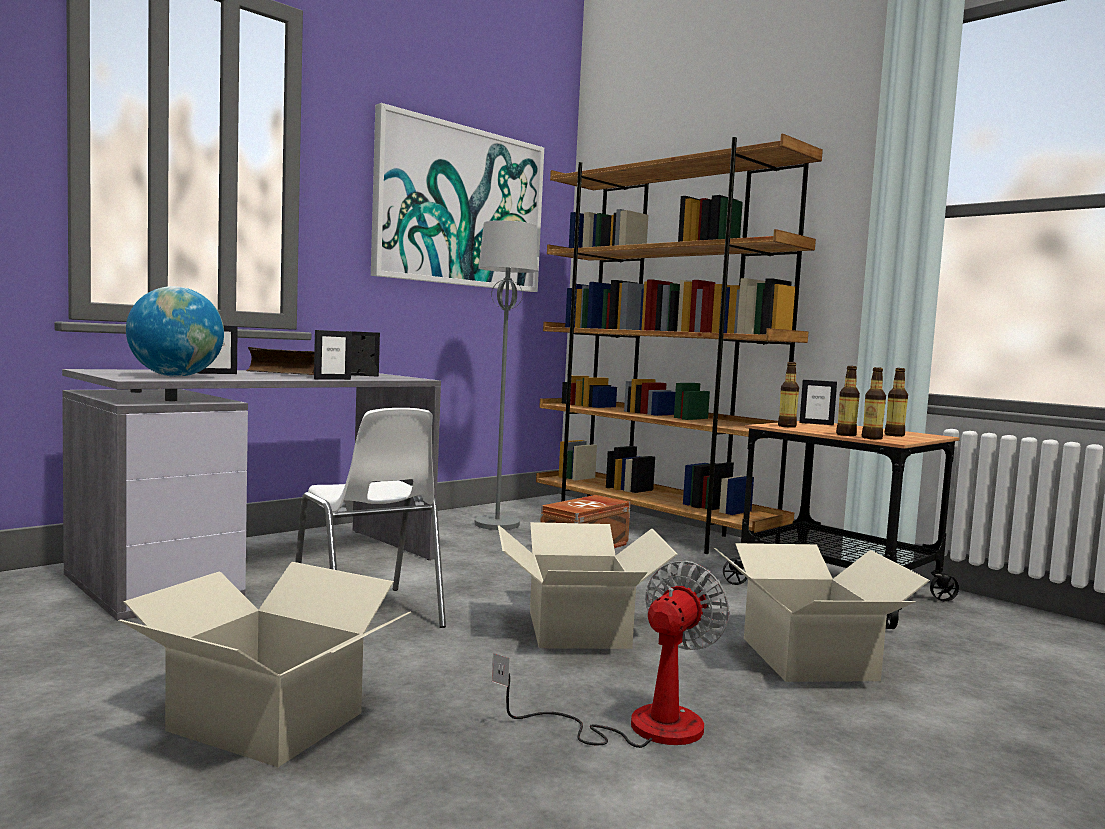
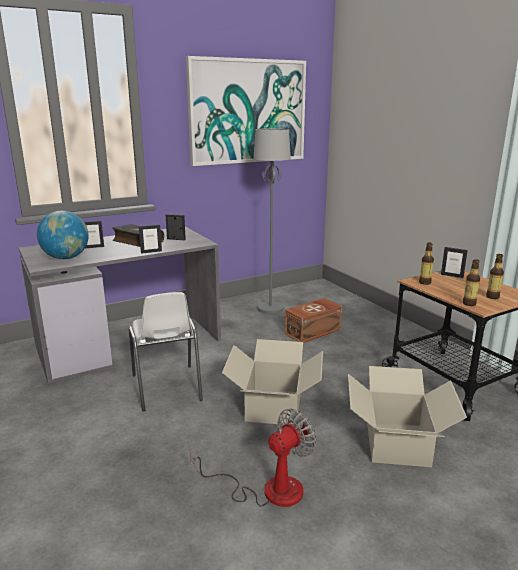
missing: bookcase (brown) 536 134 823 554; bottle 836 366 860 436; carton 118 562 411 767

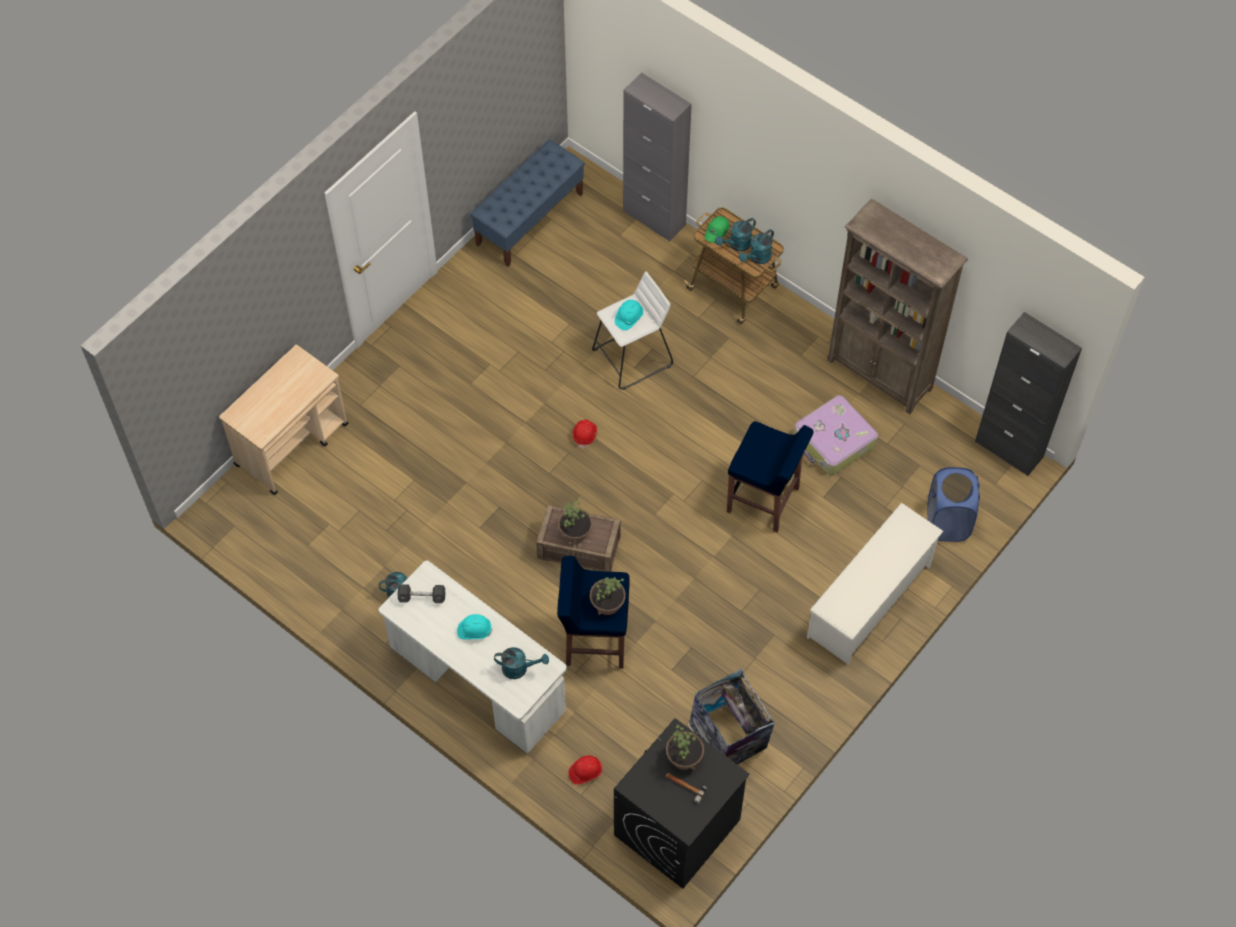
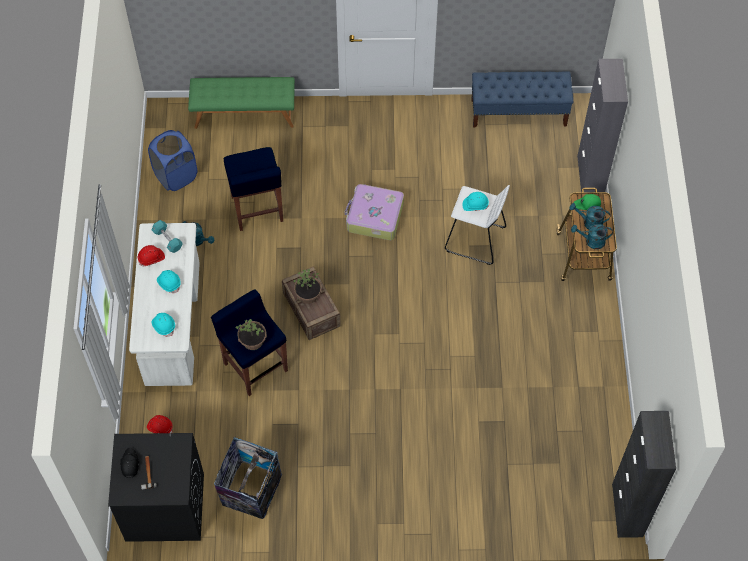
missing: bookcase (brown) 827 199 968 414; shoe rack (whitish) 807 503 944 665; houseplant 666 725 704 770
appeared: peaked cap (black) 120 448 139 478
relocated: travel case 794 395 878 475 to 345 184 404 240; hard hat (red-coloured) 572 419 597 449 to 138 245 165 266; sitting stool (bluish) 727 421 814 532 to 224 147 283 231; washing basket (bluish) 927 467 980 542 to 148 130 197 191
exchanged: wheeled cart (sand-coloured) 219 344 349 495 to long seat (green-coloured) 188 77 295 129; watering can (blue-green) 494 647 549 679 to hard hat (blue-green) 152 313 175 337
colour: hand weight (black) 398 584 445 603 to hand weight (blue-green) 152 220 183 253

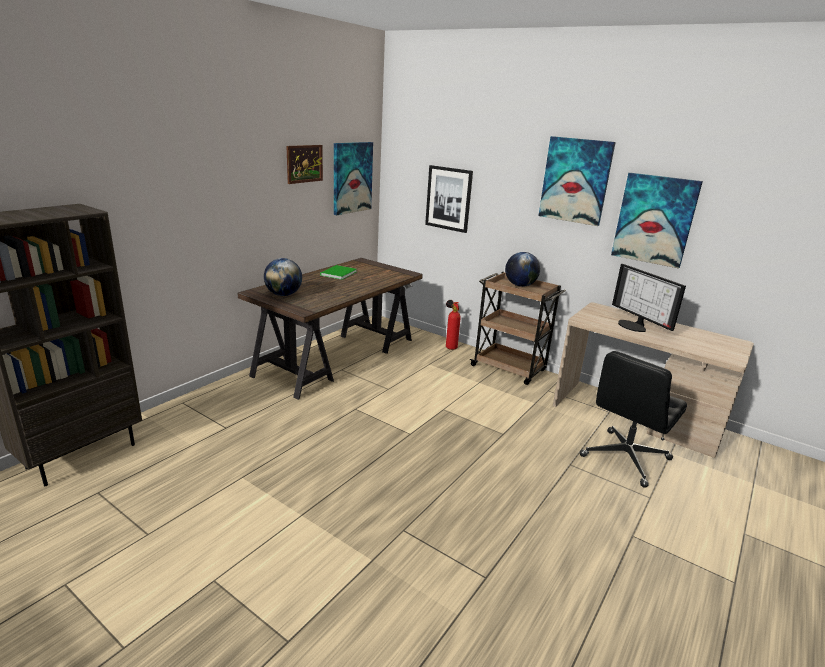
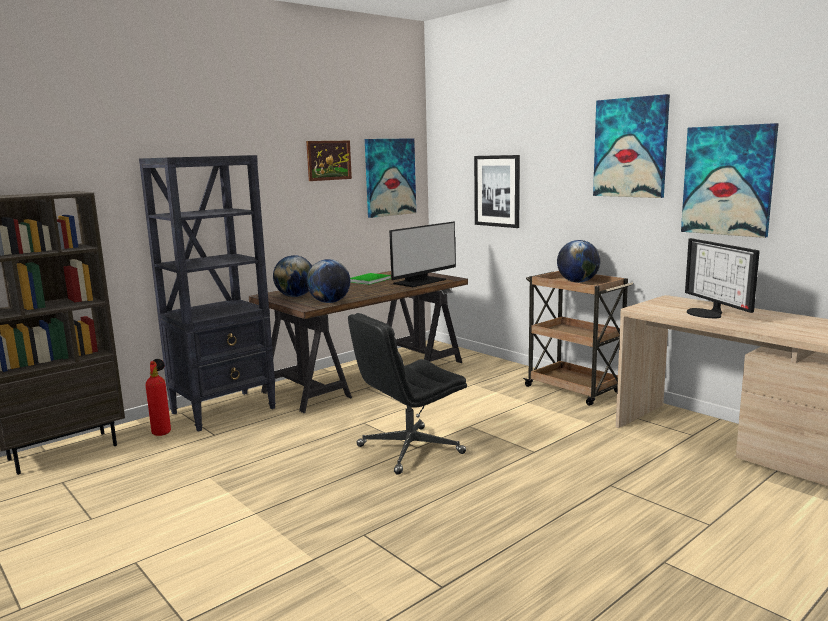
appeared: bookcase (black) 139 155 276 432; computer display 389 222 456 287; desk globe 306 259 350 303
relocated: fire-fighting cylinder 446 300 461 350 to 146 359 171 436; desk chair (black) 580 351 687 488 to 348 313 467 475

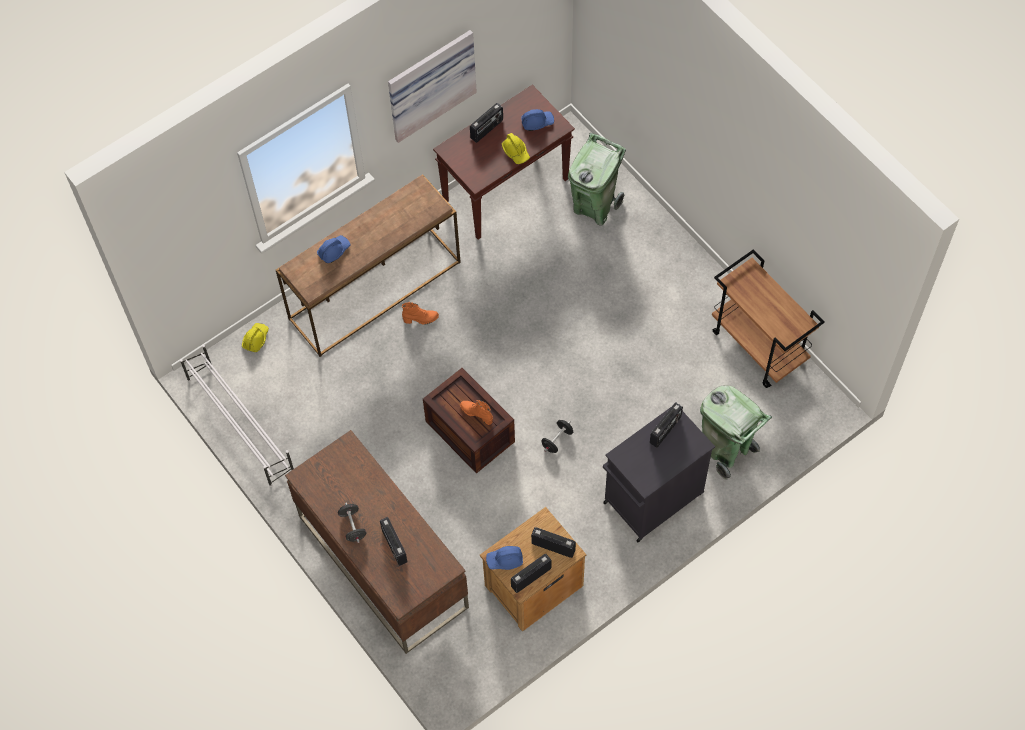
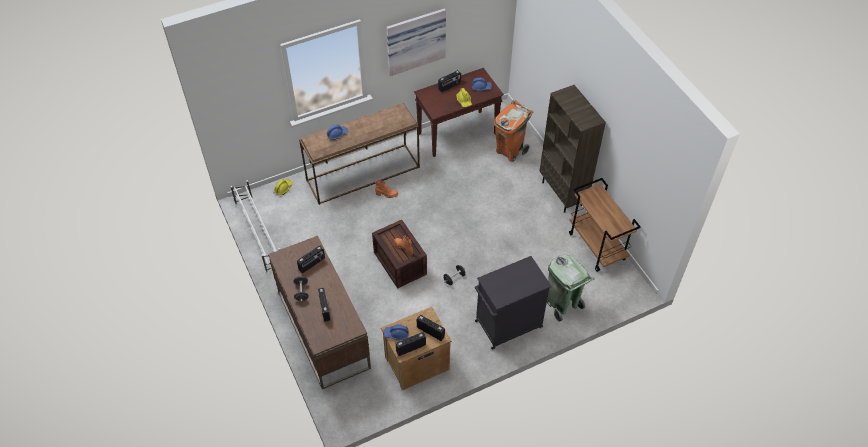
appeared: bookcase (brown) 540 85 606 213
relocated: radio receiver 650 402 683 448 to 297 245 325 273
colour: rubbish bin (green-coloured) 568 133 626 226 to rubbish bin (orange-coloured) 494 100 533 162

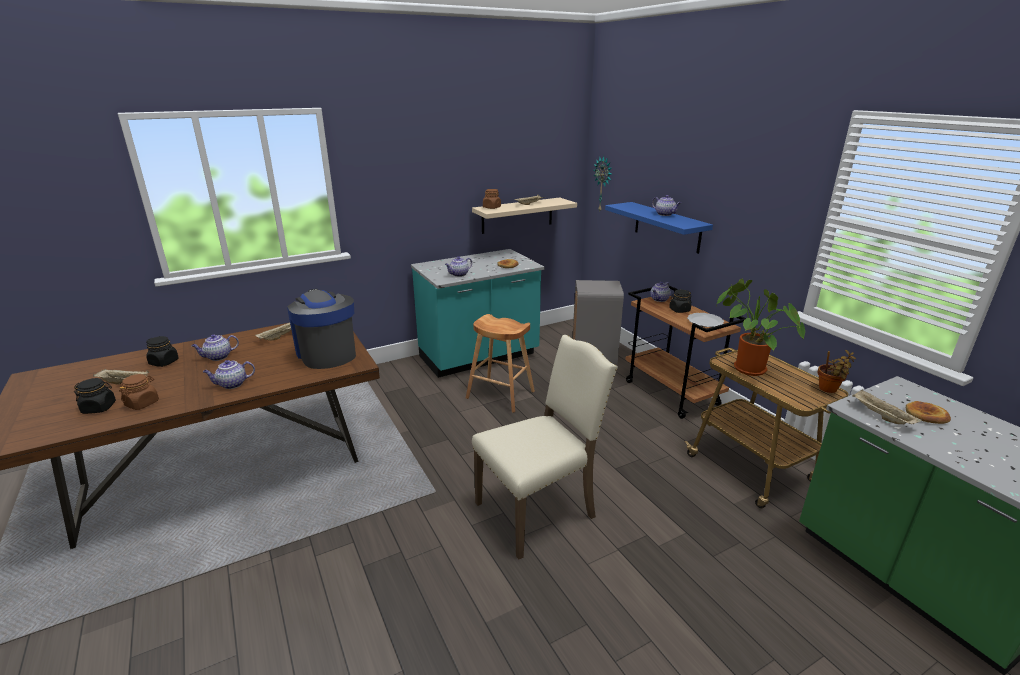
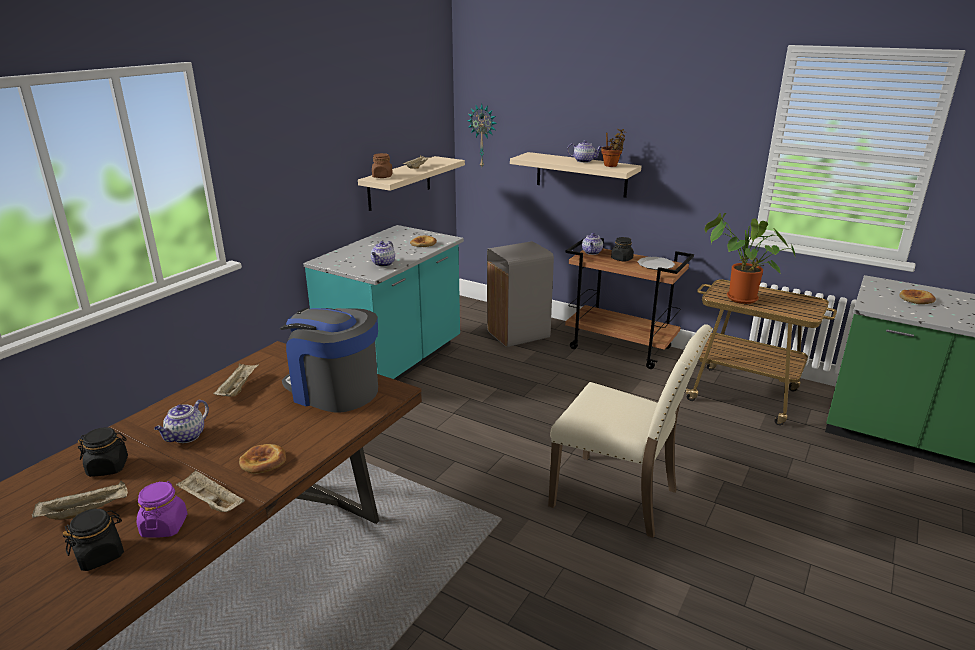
missing: sitting stool (brown) 466 314 535 413
relocated: houseplant 818 350 856 393 to 601 129 627 167; serving tray (sand-coloured) 852 389 922 424 to 176 470 245 512
exchanged: teapot 203 360 255 389 to bakery bread 239 444 286 474
colour: bracket shelf (bluish) 605 202 713 254 to bracket shelf (sand-coloured) 510 152 641 198; storage jar (brown) 119 374 159 410 to storage jar (purplish) 137 481 188 538
spun: chair (sand-coloured) 472 335 618 559 = 548 324 713 538 90 degrees clockwise

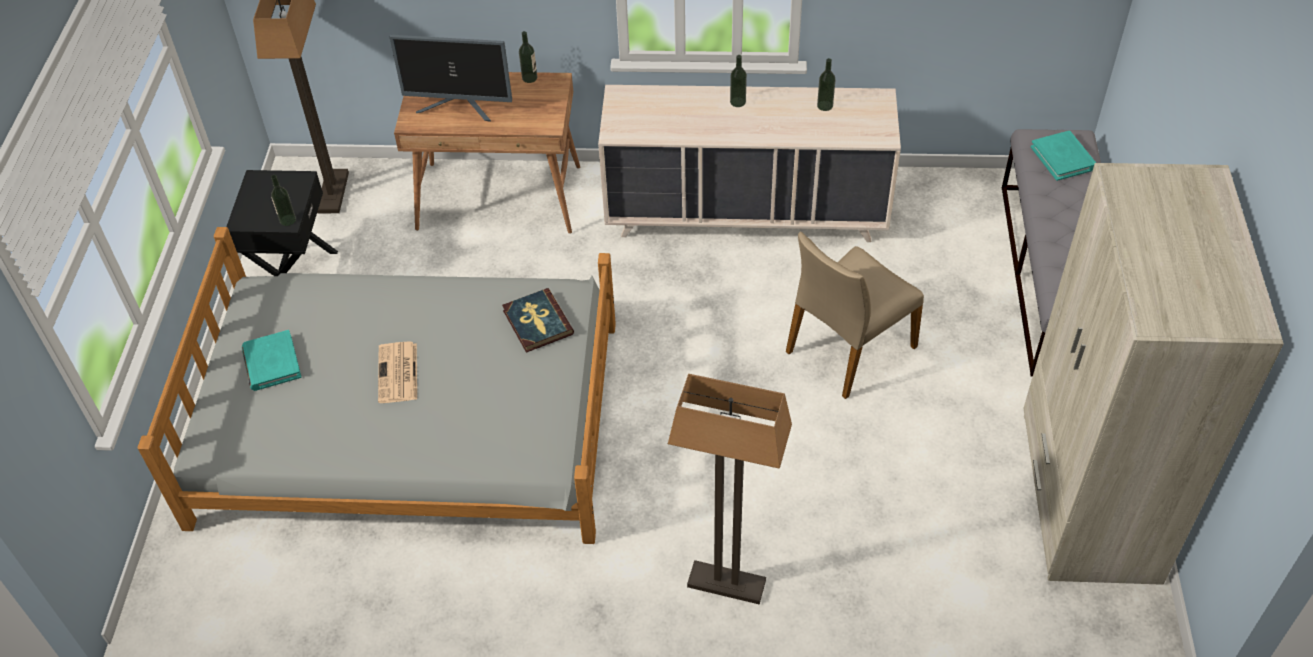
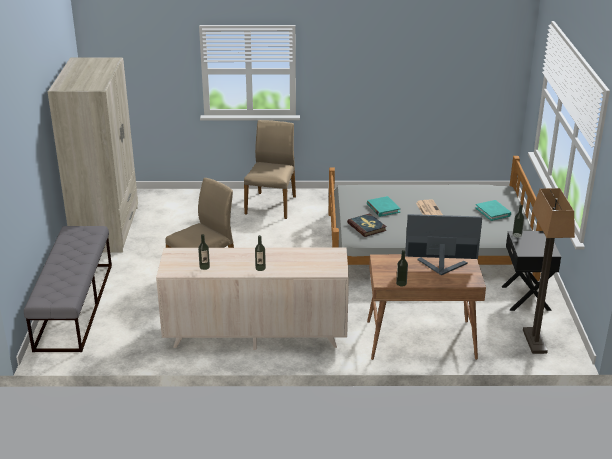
relocated: bound book (blue-green) 1031 131 1096 181 to 367 196 400 217
exchanged: standing lamp 668 374 792 604 to chair (sand-coloured) 244 120 296 219

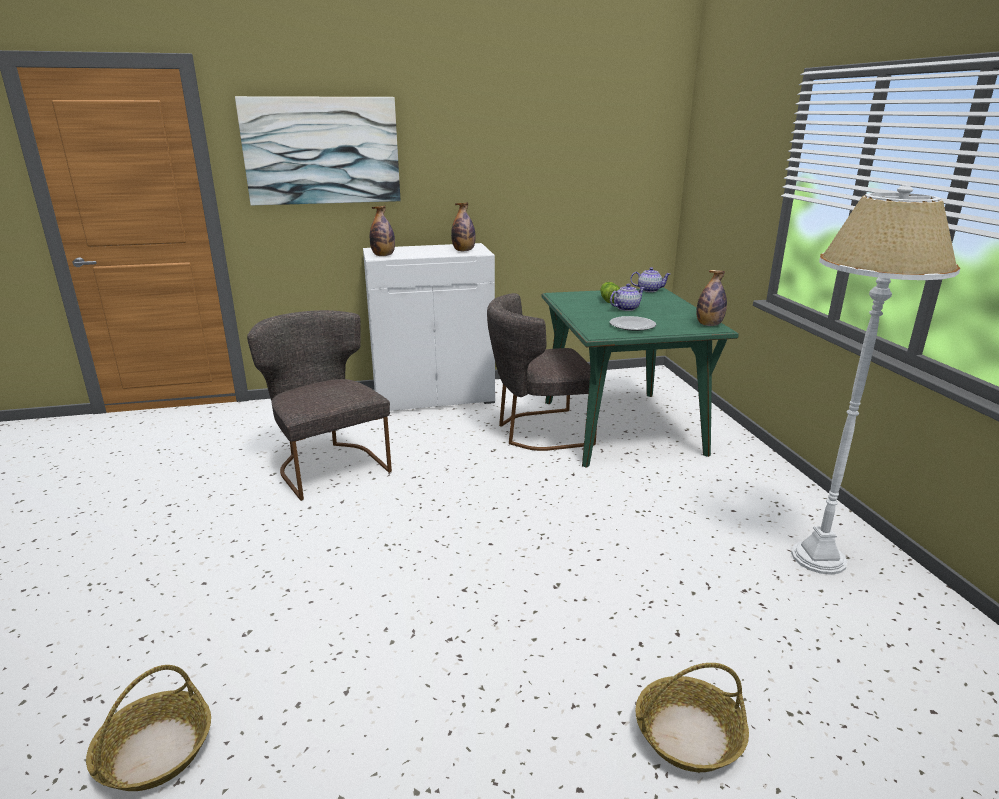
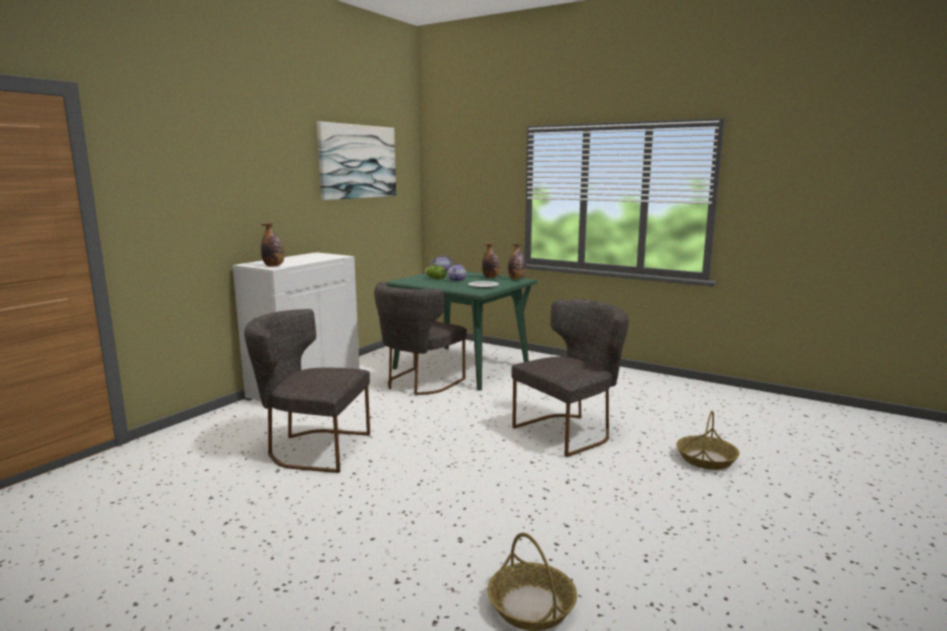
missing: standing lamp (whitish) 791 185 960 575
appeared: chair (greyish) 511 299 629 457
relocated: wall art 235 96 400 206 to 317 121 396 200; bottle 451 202 476 251 to 482 242 500 278

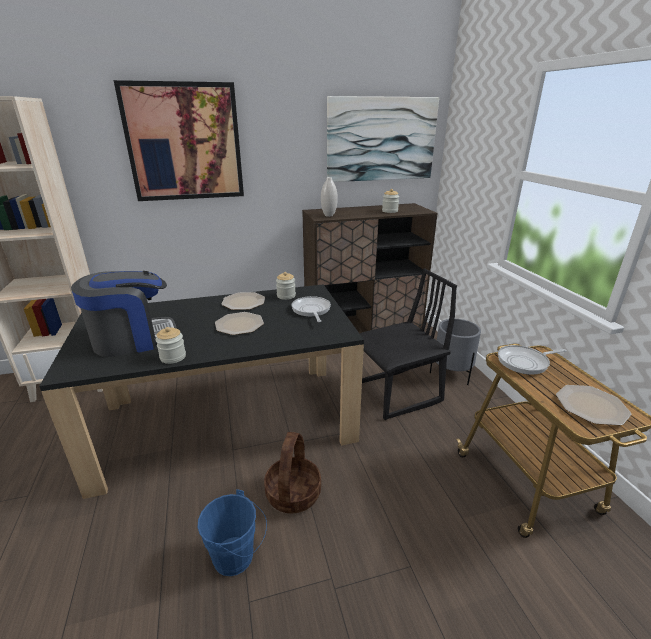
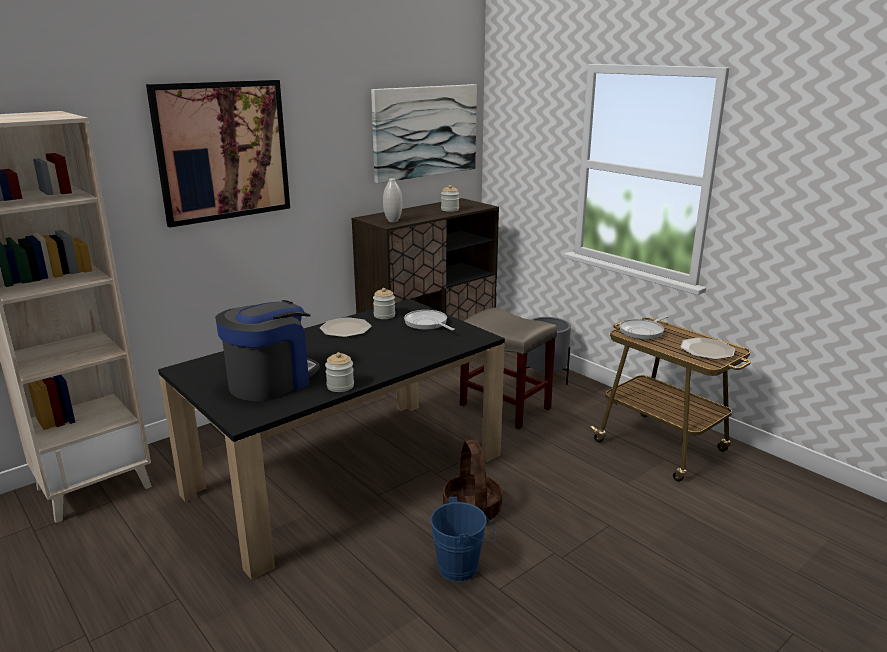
missing: plate 215 312 264 335
exchanged: chair (black) 360 269 457 420 to sitting stool (sand-coloured) 460 307 557 429

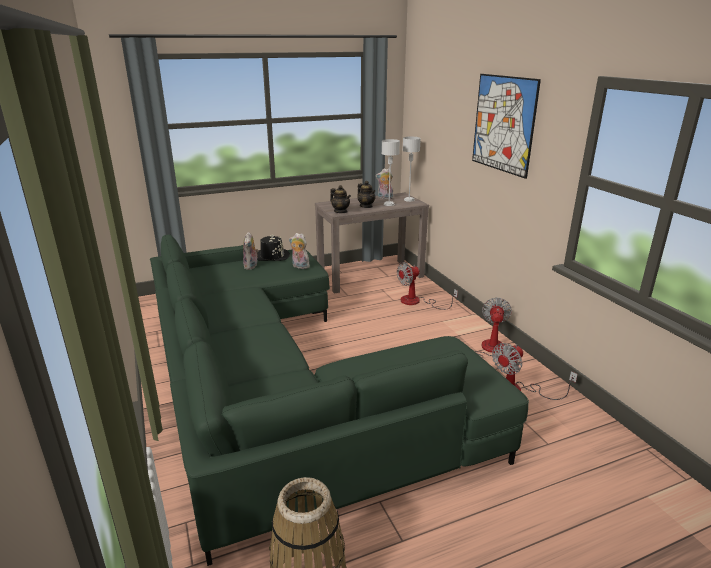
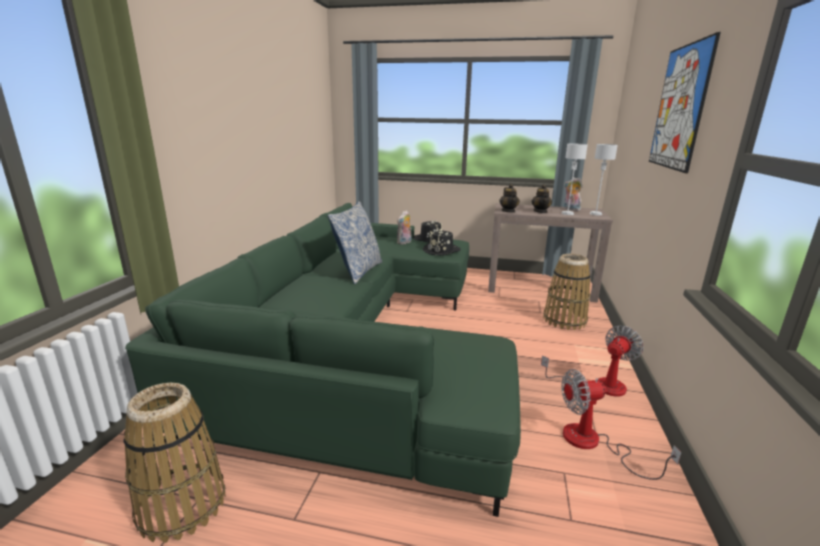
appeared: throw pillow 328 201 382 284
exchanged: soft toy 289 233 310 269 to clothing hat (black) 423 229 461 256; electric fan 397 262 458 310 to storage basket 543 254 590 330

